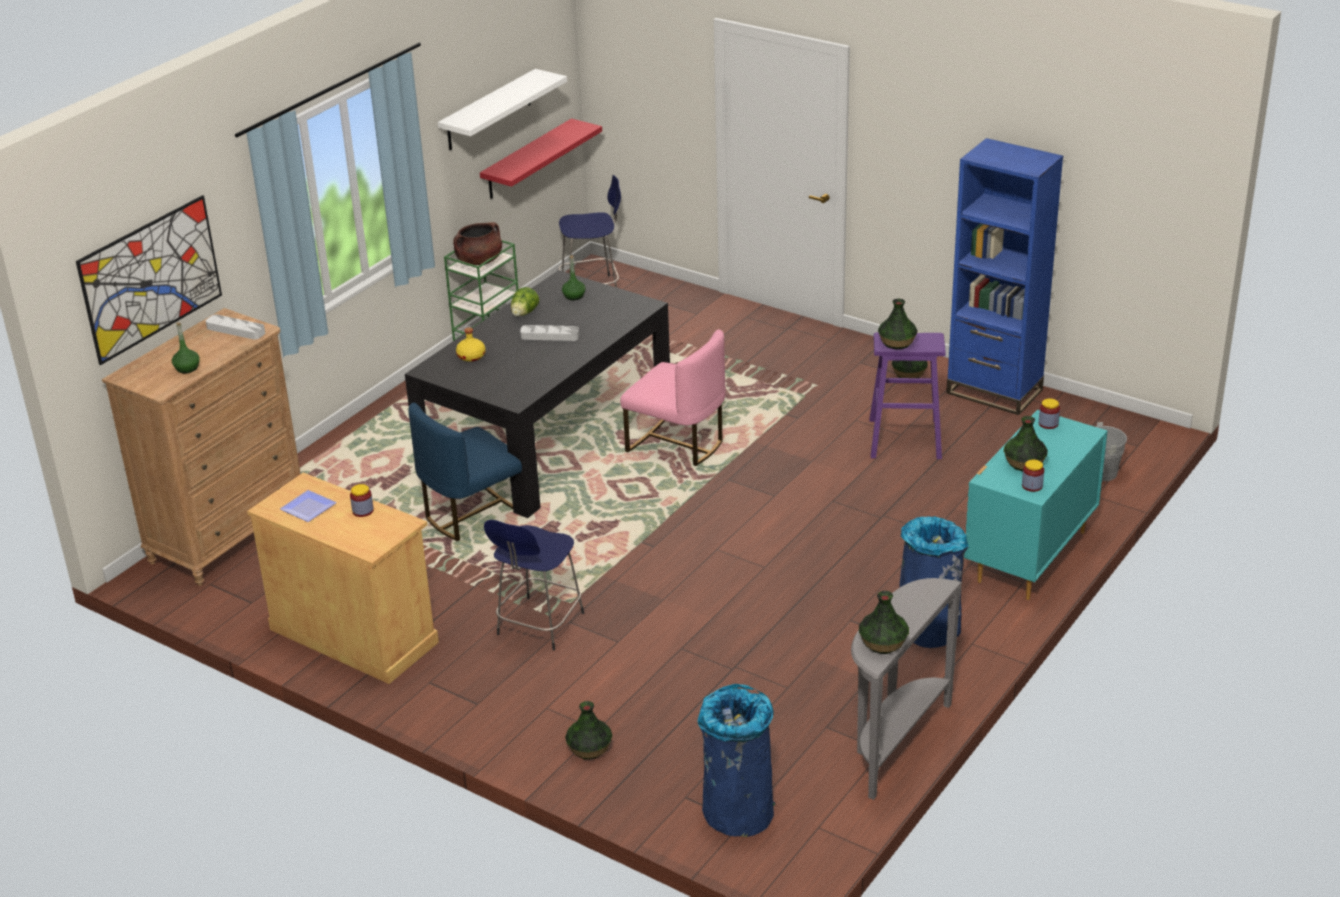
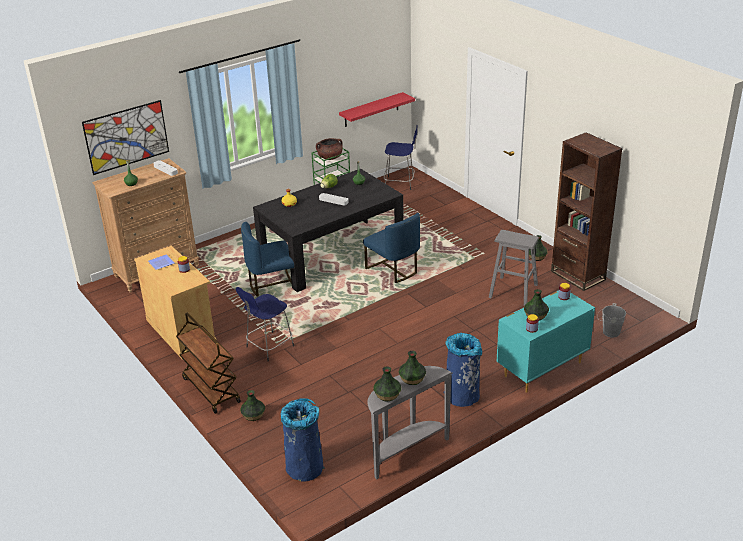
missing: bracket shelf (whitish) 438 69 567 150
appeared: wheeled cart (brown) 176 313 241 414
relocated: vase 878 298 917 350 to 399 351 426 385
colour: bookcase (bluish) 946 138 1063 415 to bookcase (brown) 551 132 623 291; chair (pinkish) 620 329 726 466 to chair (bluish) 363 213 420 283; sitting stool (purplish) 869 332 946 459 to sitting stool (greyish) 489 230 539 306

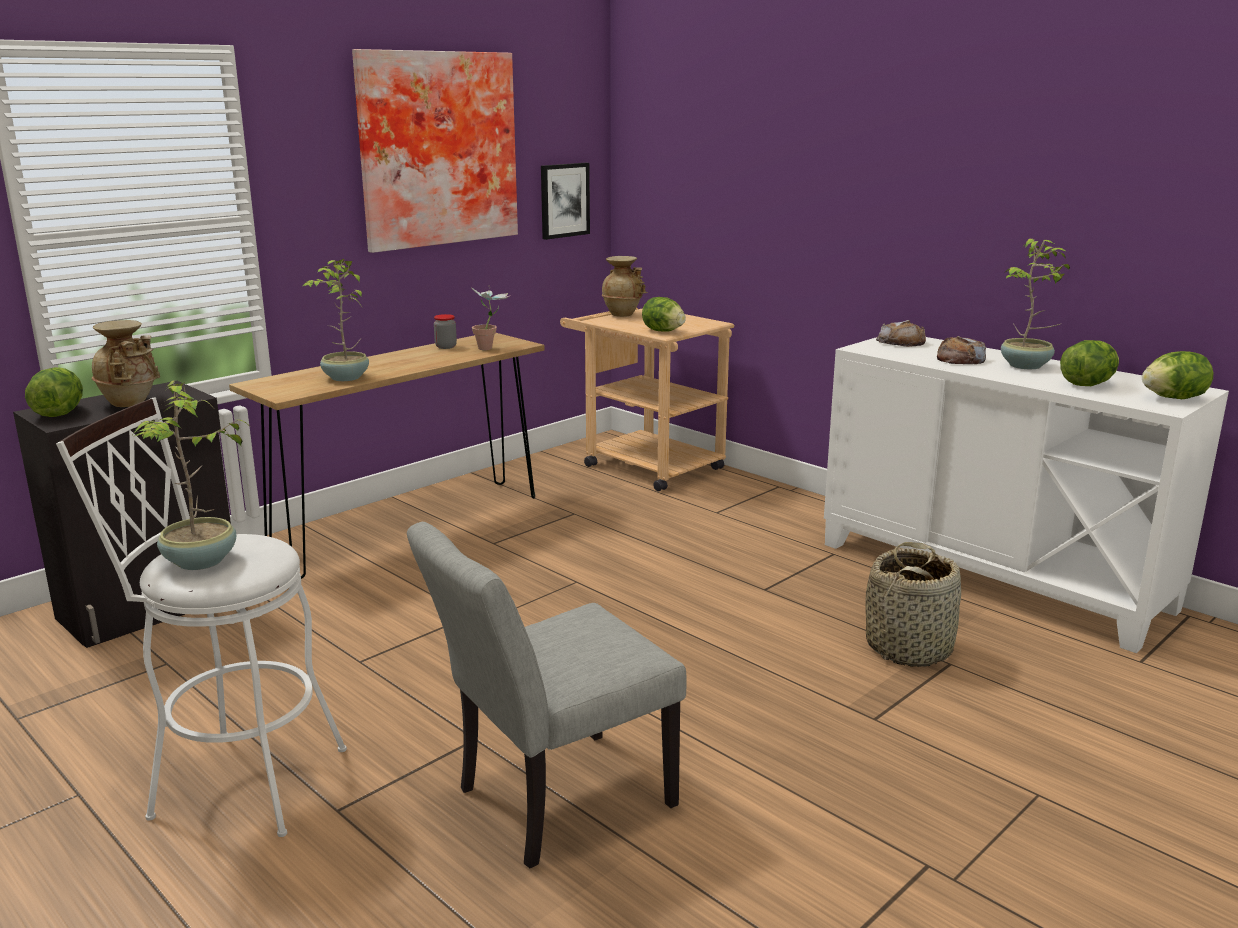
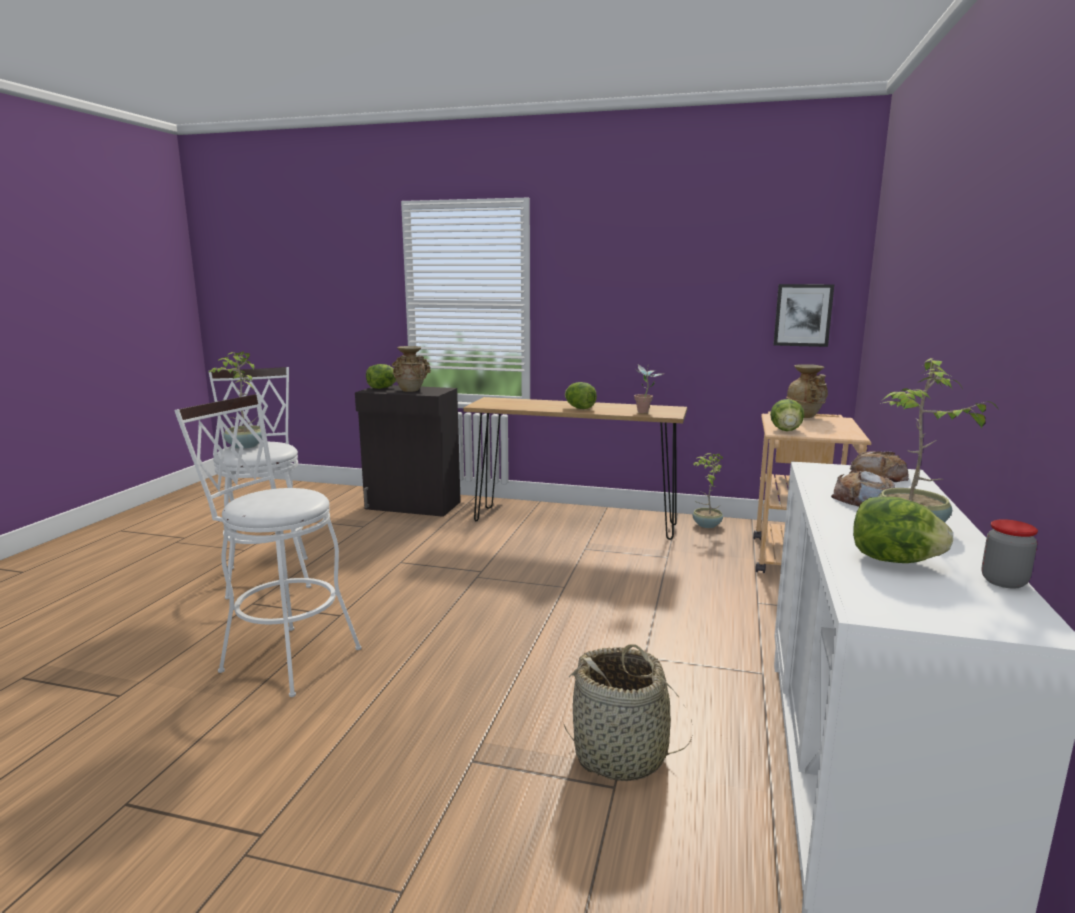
missing: wall art 352 49 518 253
relocated: houseplant 303 259 369 381 to 692 453 723 528; storage jar 434 314 457 349 to 981 519 1038 589; lettuce 1142 351 1213 399 to 565 382 597 409
exchanged: chair (greyish) 407 522 687 869 to sitting stool (whitish) 174 394 362 697

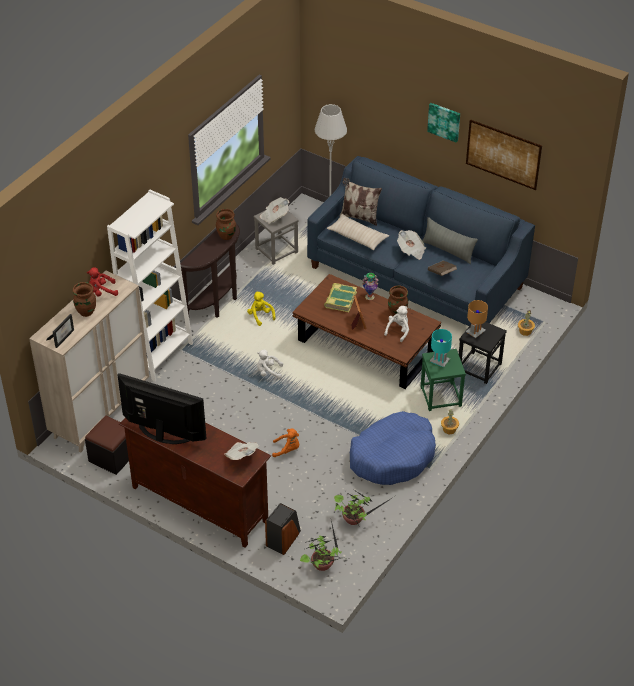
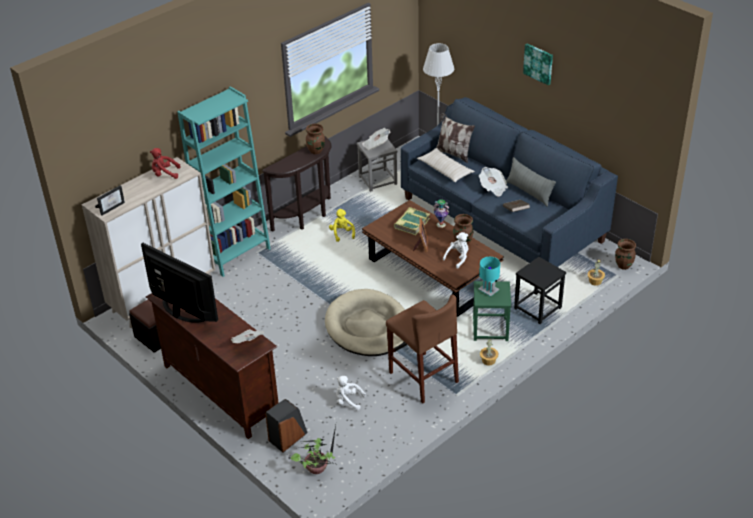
missing: wall art 466 119 542 190; lamp for a table (brown) 465 300 488 338; soft toy (orange-coloured) 272 429 299 457; houseplant 334 490 395 528
appeared: pet bed (sand-coloured) 325 289 405 356
relocated: vase (brown) 73 282 96 317 to 615 239 636 270; soft toy (whitish) 257 349 283 379 to 336 376 366 410
exchanged: pet bed (bluish) 350 411 436 485 to sitting stool (brown) 386 294 459 403
colour: bookcase (whitish) 107 189 193 382 to bookcase (blue-green) 177 86 271 277

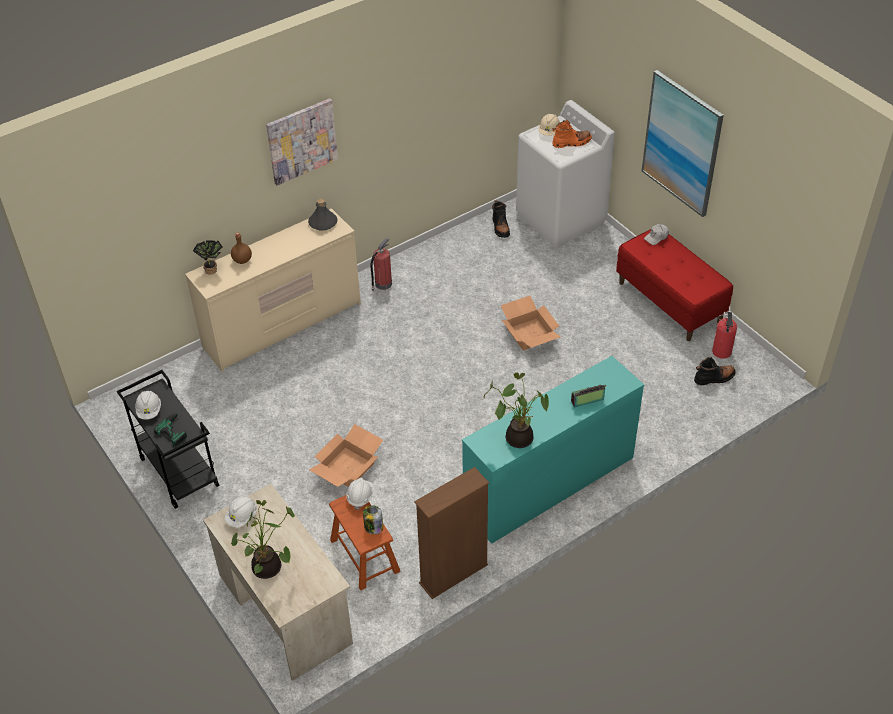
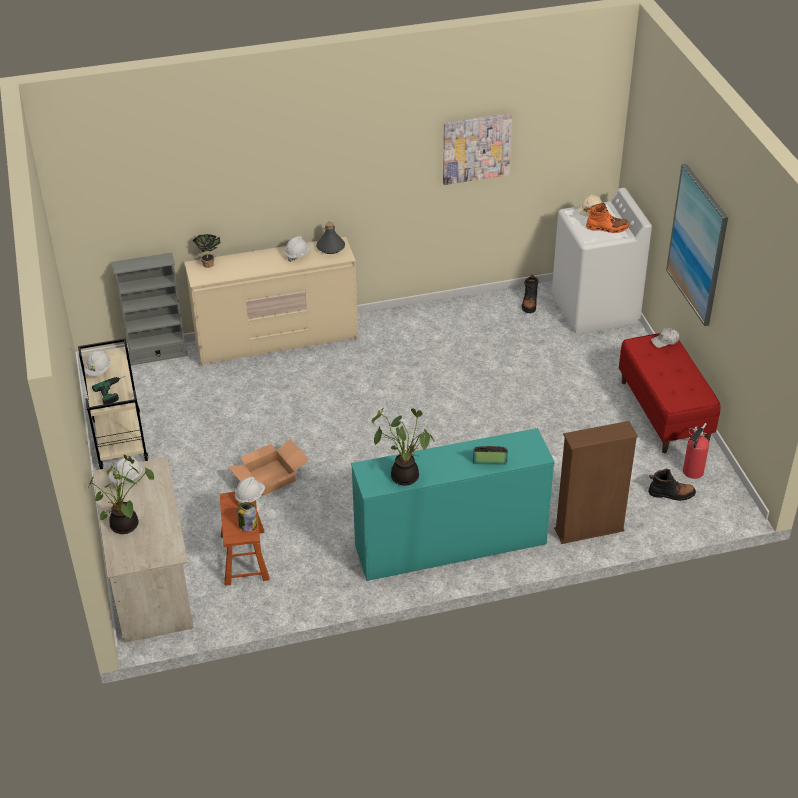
missing: bottle (brown) 231 233 252 264; fire-fighting cylinder 370 238 392 291; carton 501 296 561 351
appeared: hard hat (whitish) 285 236 311 262; bookcase (greyish) 112 253 188 365
relocated: wall art 266 98 338 185 to 443 113 512 185; bookcase (brown) 414 467 489 599 to 554 421 638 544
colour: wheeled cart (black) 117 370 219 509 to wheeled cart (sand-coloured) 78 338 148 469

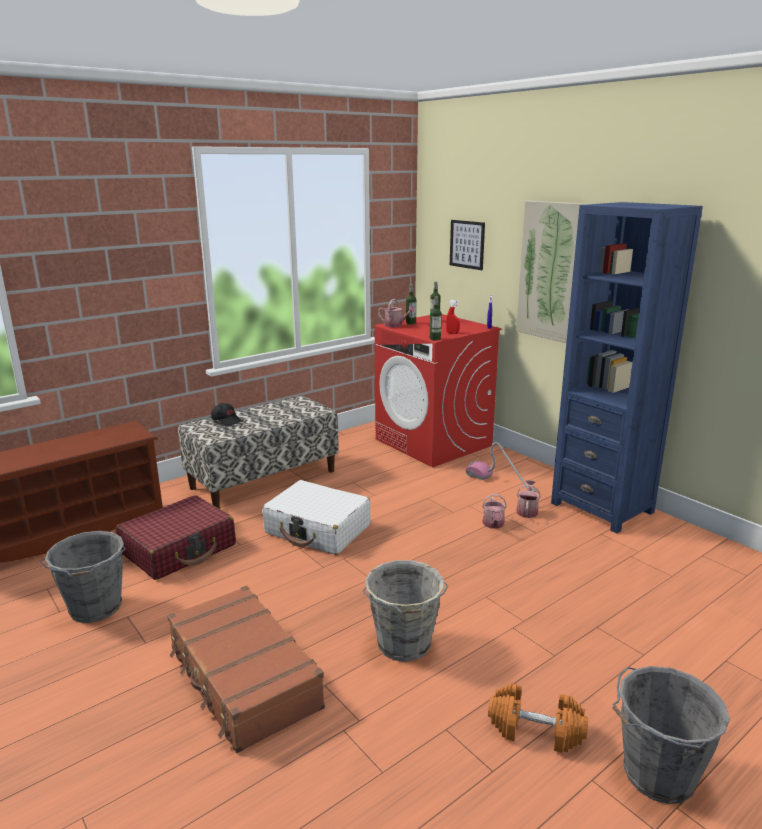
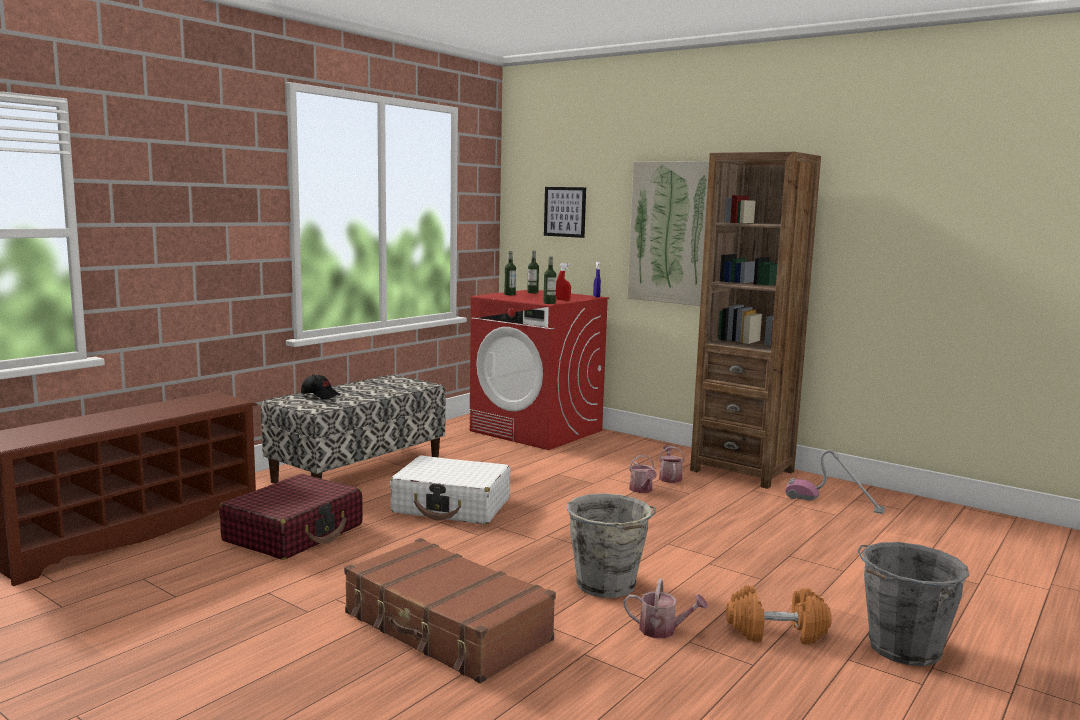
missing: bucket (greyish) 40 531 126 623
relocated: watering can 378 299 415 327 to 624 578 708 638; hoover 466 442 537 492 to 785 449 885 514
colour: bookcase (bluish) 551 202 703 534 to bookcase (brown) 690 152 821 489

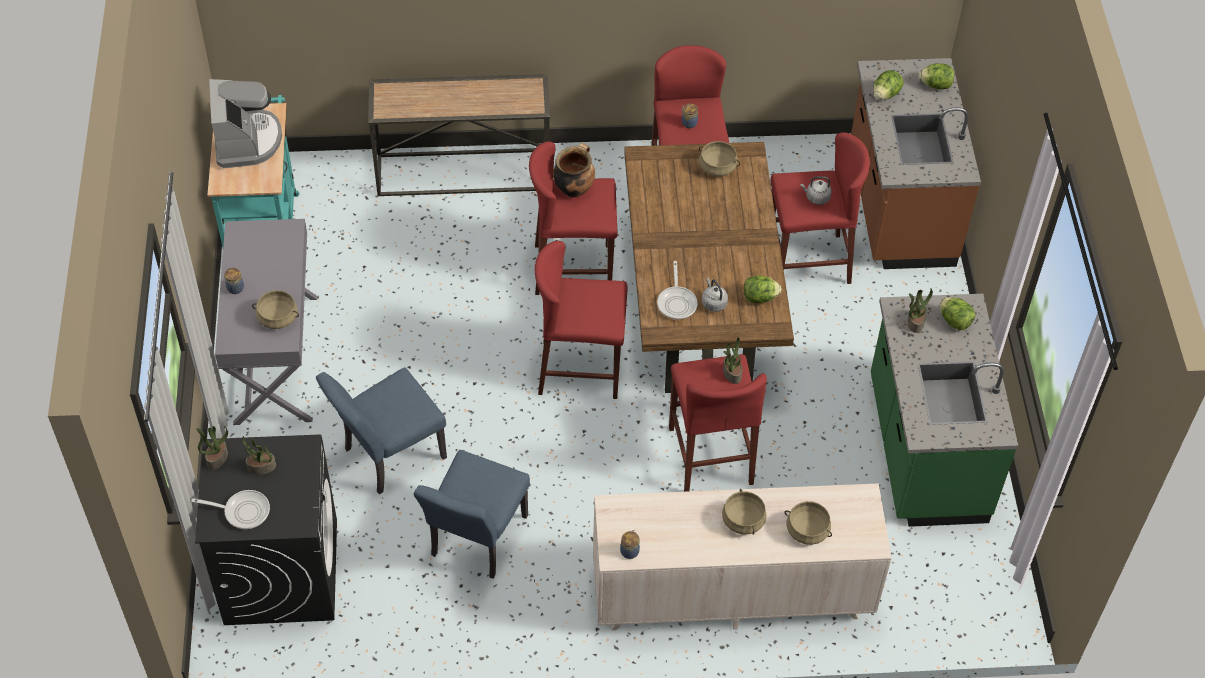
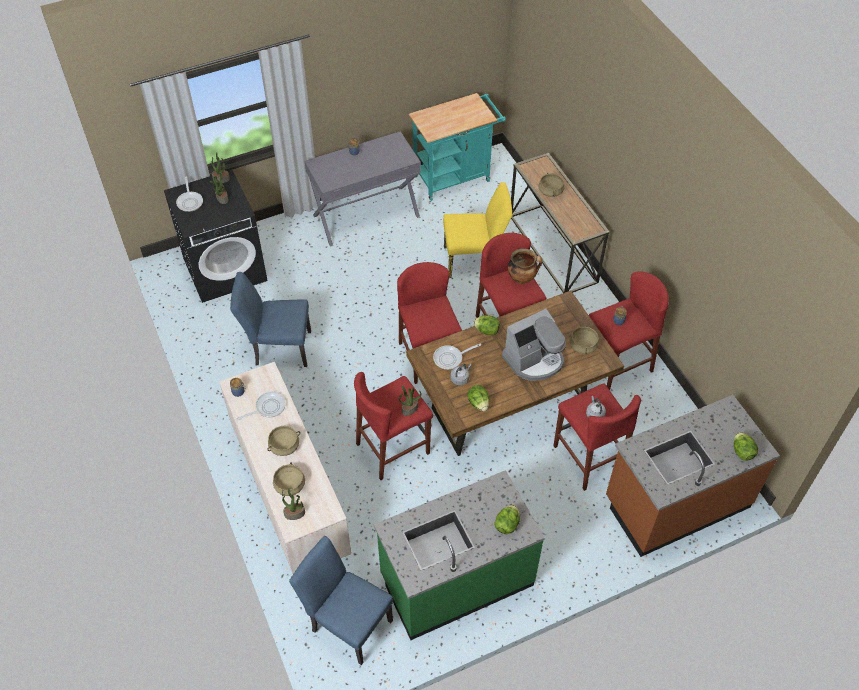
appeared: chair (yellow) 443 182 512 278; frying pan 236 392 286 421
relocated: lettuce 873 70 904 100 to 473 315 500 335; coffee maker 209 79 282 168 to 502 309 566 381; houseplant 908 289 933 333 to 282 488 305 520; stockpot (sand-coloured) 252 290 299 329 to 539 173 564 197; chair (bluish) 316 367 447 494 to 289 536 393 665

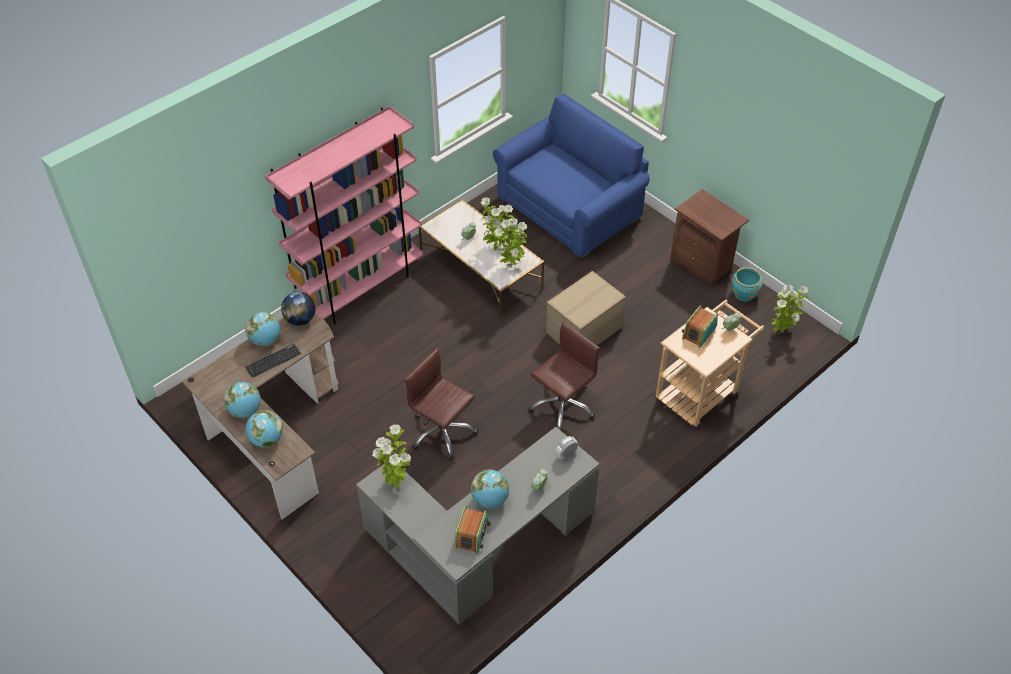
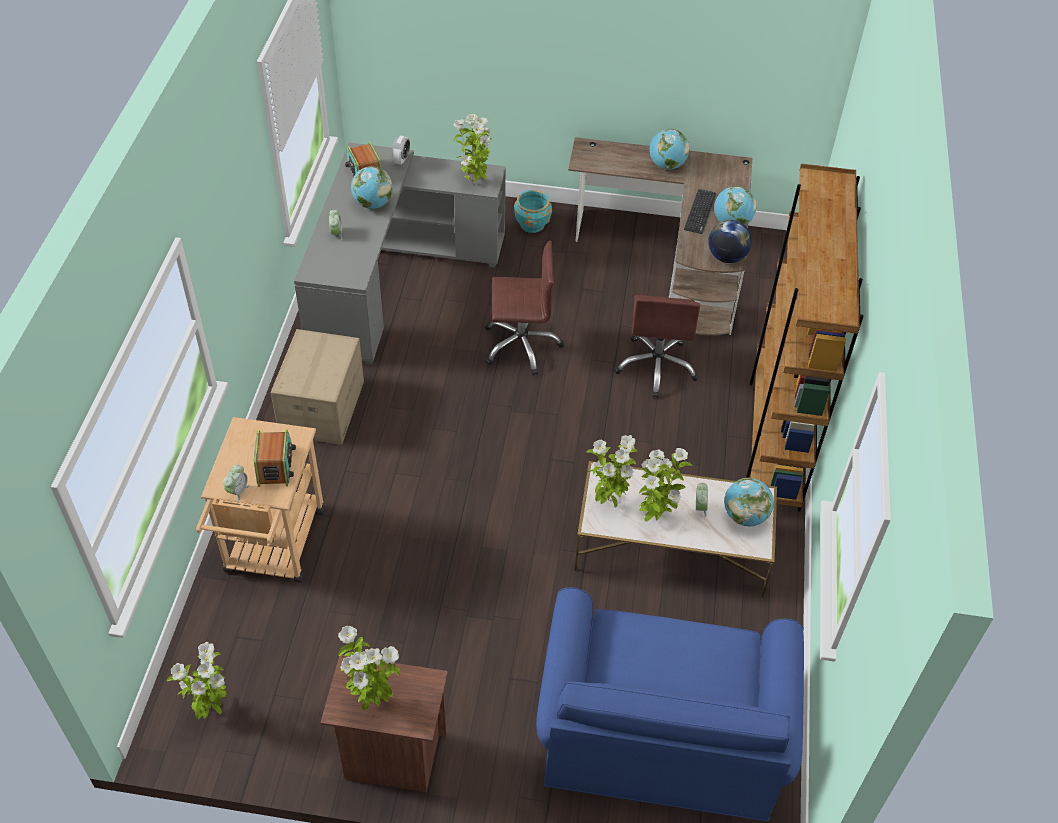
appeared: houseplant 338 626 400 710
relocated: plant pot (blue-green) 731 267 763 302 to 514 190 552 233; carton 546 271 626 346 to 271 329 364 445; desk chair (brown) 528 322 600 430 to 615 295 700 398; desk globe 245 410 283 448 to 724 478 774 527; alarm clock 556 436 578 460 to 392 136 410 165
colour: bookcase (pinkish) 265 106 424 325 to bookcase (brown) 746 164 864 512

